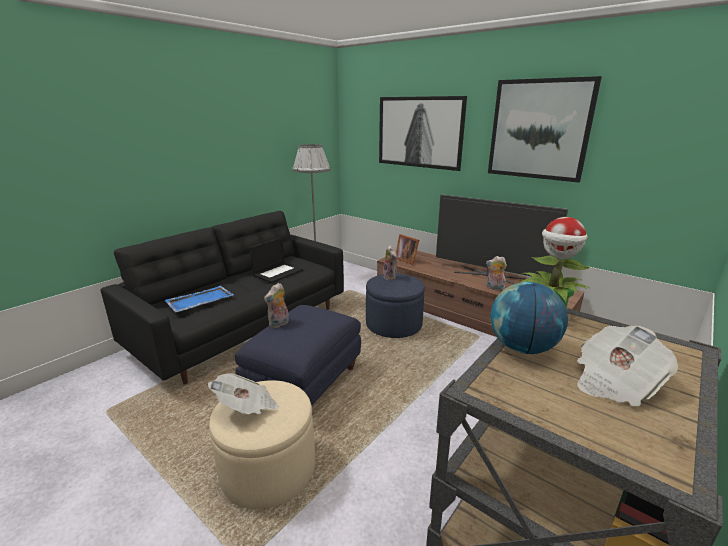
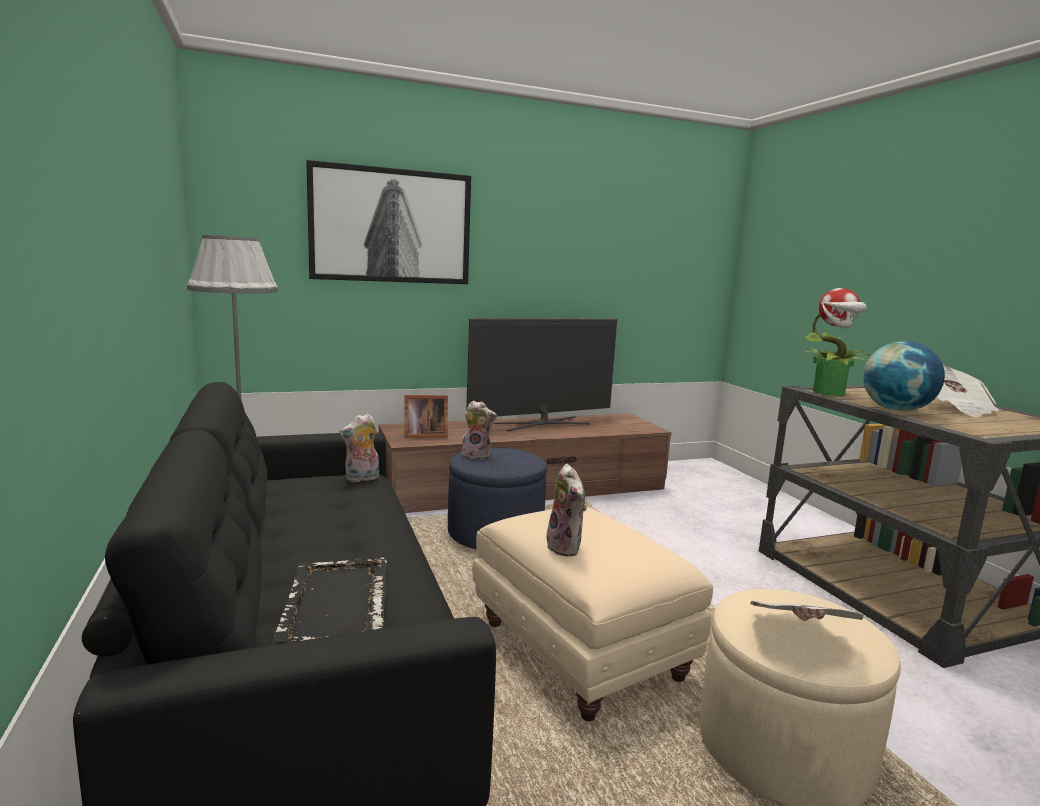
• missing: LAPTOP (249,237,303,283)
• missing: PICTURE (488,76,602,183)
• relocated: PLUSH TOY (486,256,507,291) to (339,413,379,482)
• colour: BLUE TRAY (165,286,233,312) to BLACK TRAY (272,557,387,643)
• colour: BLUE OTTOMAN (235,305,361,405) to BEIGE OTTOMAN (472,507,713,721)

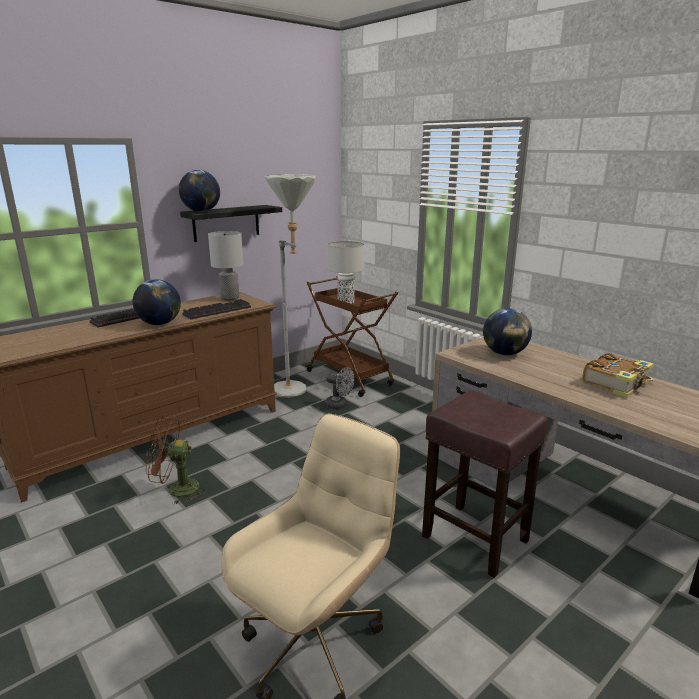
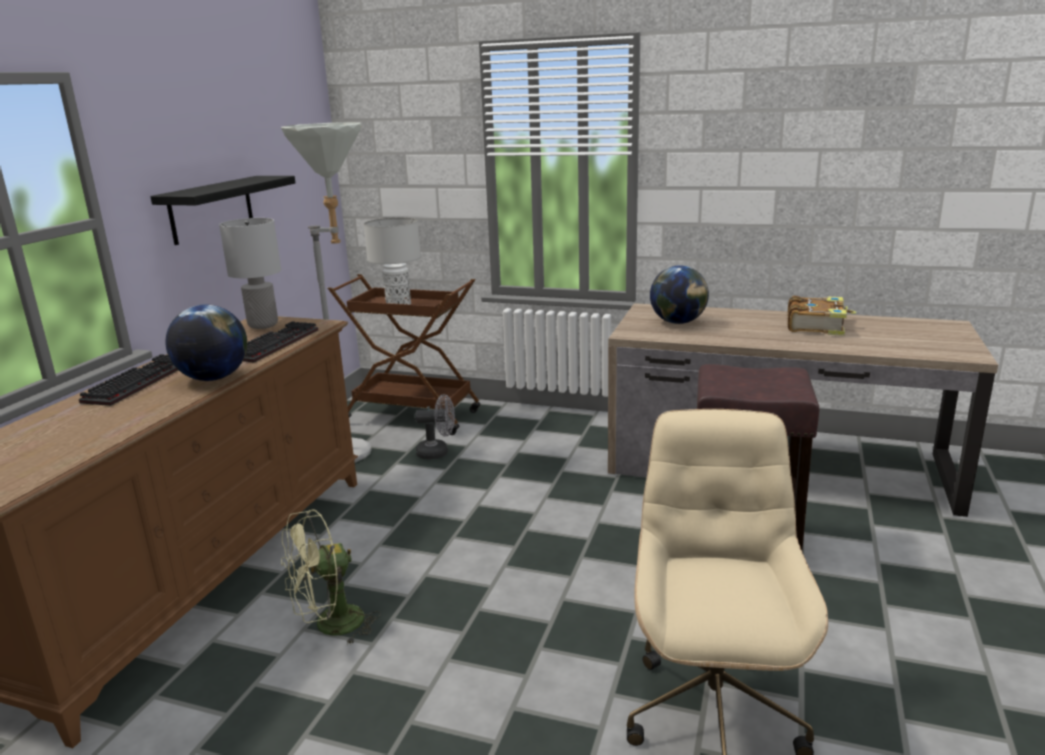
• missing: GLOBE (179,170,220,212)
• colour: BROWN FAN (146,414,207,504) to GREEN FAN (281,509,381,646)

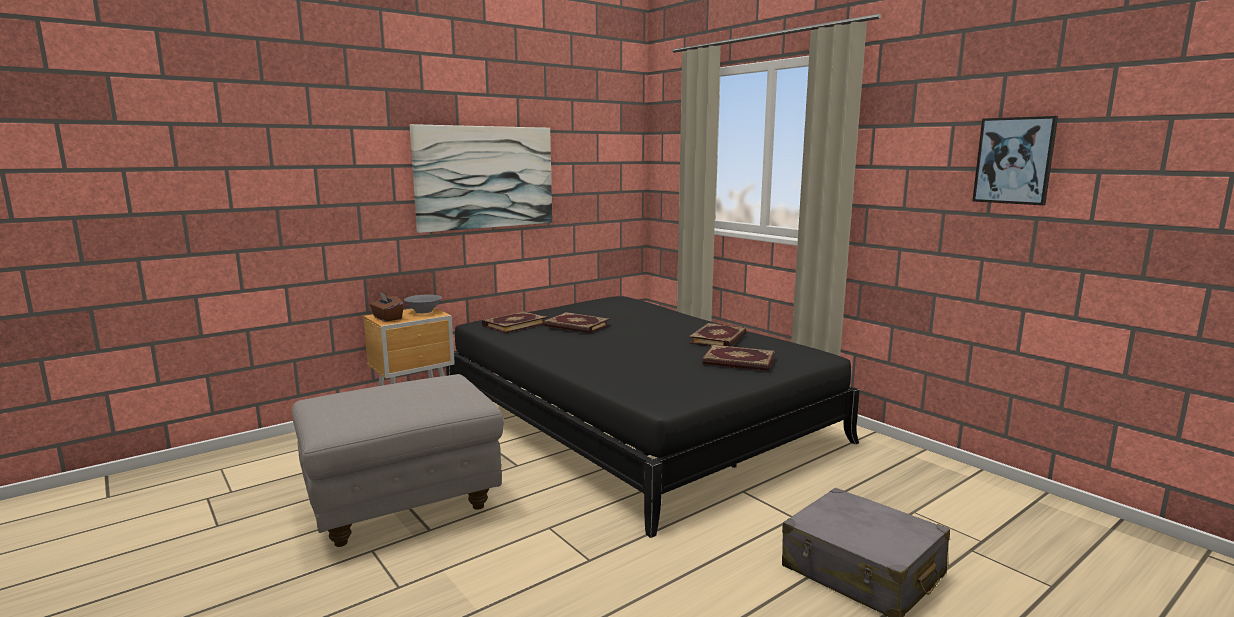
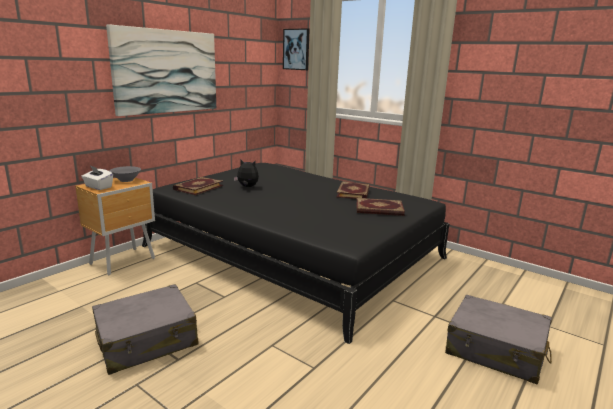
• relocated: PICTURE (972,116,1058,205) to (283,28,310,70)
• exchanged: GREY OTTOMAN (292,374,504,547) to GREY SUITCASE (92,284,198,375)
• exchanged: BOOK (544,312,610,334) to PLUSH TOY (234,160,259,187)
• colour: BROWN TISSUE BOX (370,292,404,322) to WHITE TISSUE BOX (81,166,113,190)

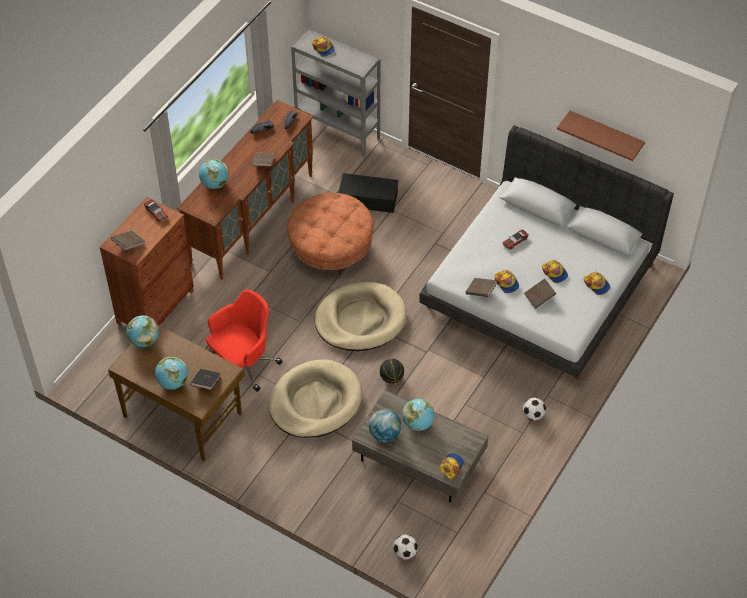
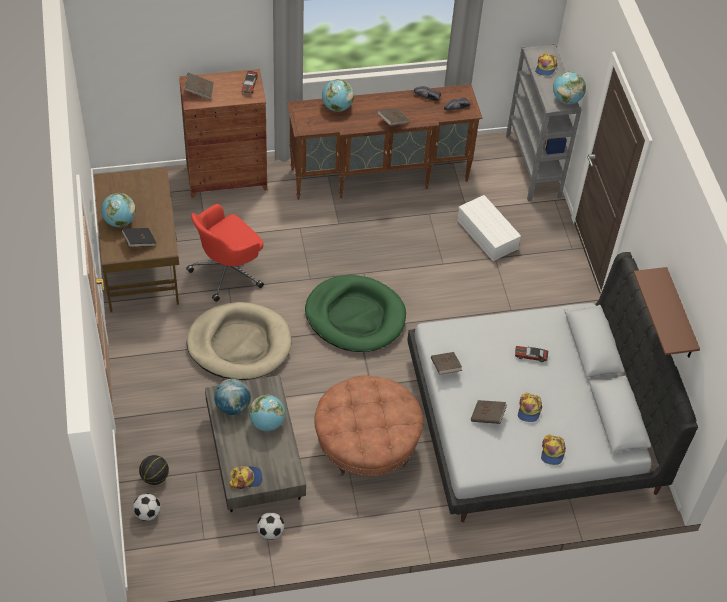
• missing: CAP (494,270,519,293)
• relocated: GLOBE (127,315,159,347) to (553,71,586,104)
• relocated: BROWN OTTOMAN (287,193,374,278) to (314,376,423,476)
• relocated: BASKETBALL (380,359,404,384) to (139,455,169,485)
• relocated: FOOTBALL (523,398,546,421) to (257,512,284,540)
• colour: BEIGE DOG BED (315,282,407,351) to GREEN DOG BED (305,275,406,352)
• colour: BLACK STORAGE BOX (338,173,398,213) to WHITE STORAGE BOX (457,195,521,261)
• spun: RED OFFICE CHAIR (206,290,283,392) = (186,204,264,302) 135 degrees clockwise

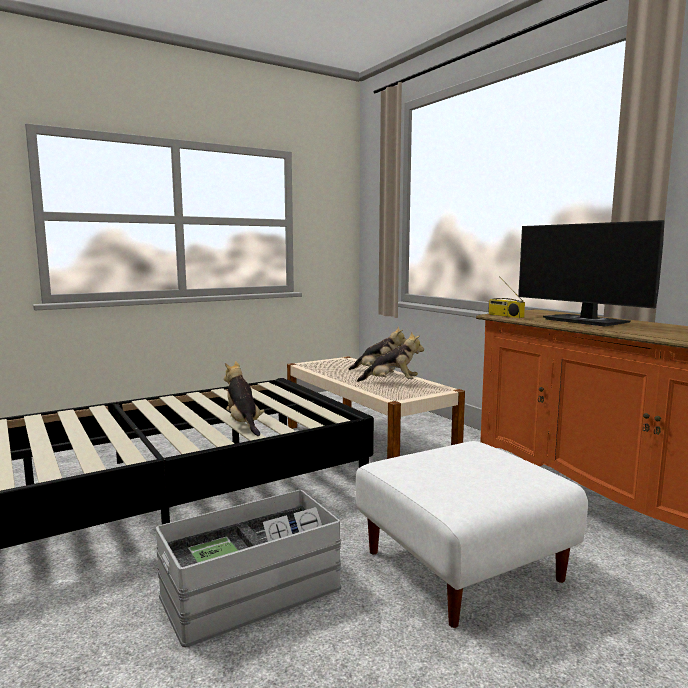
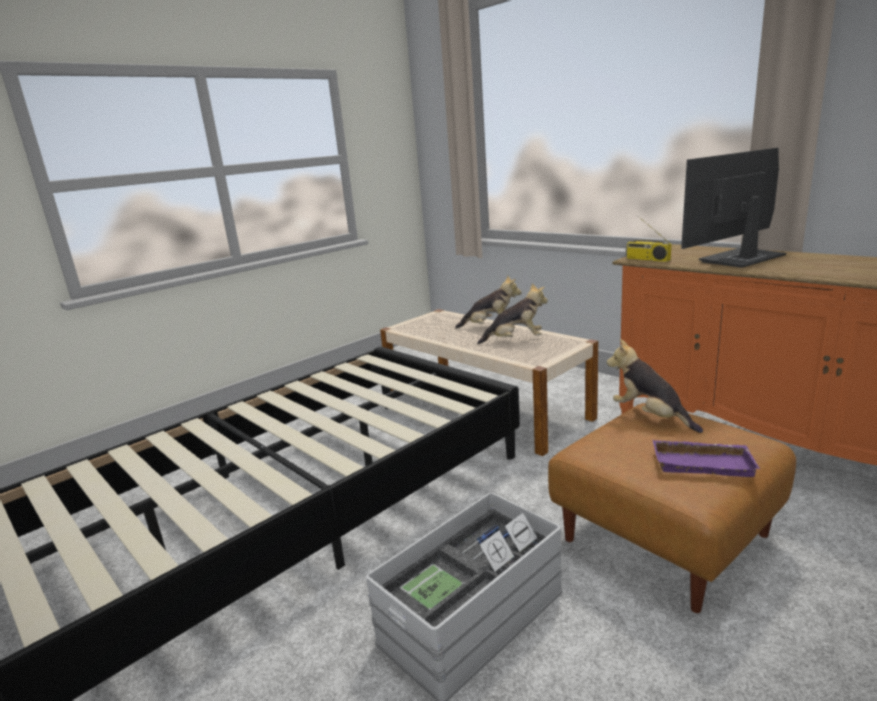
• appeared: PURPLE TRAY (653,440,760,477)
• relocated: PLUSH TOY (224,361,264,436) to (607,339,703,433)
• colour: WHITE OTTOMAN (356,441,588,628) to BROWN OTTOMAN (548,403,796,613)
• spun: MONITOR (518,220,665,326) = (681,148,786,268) 105 degrees clockwise

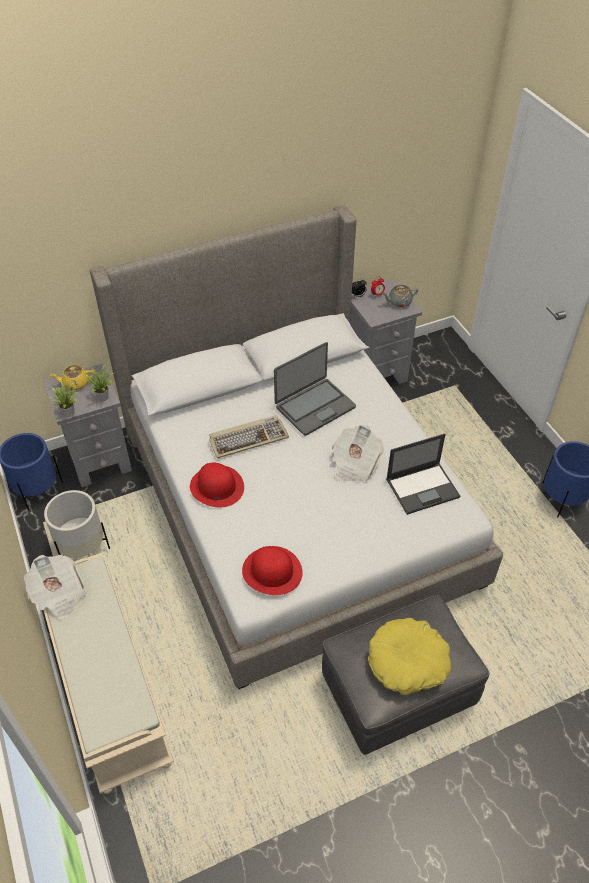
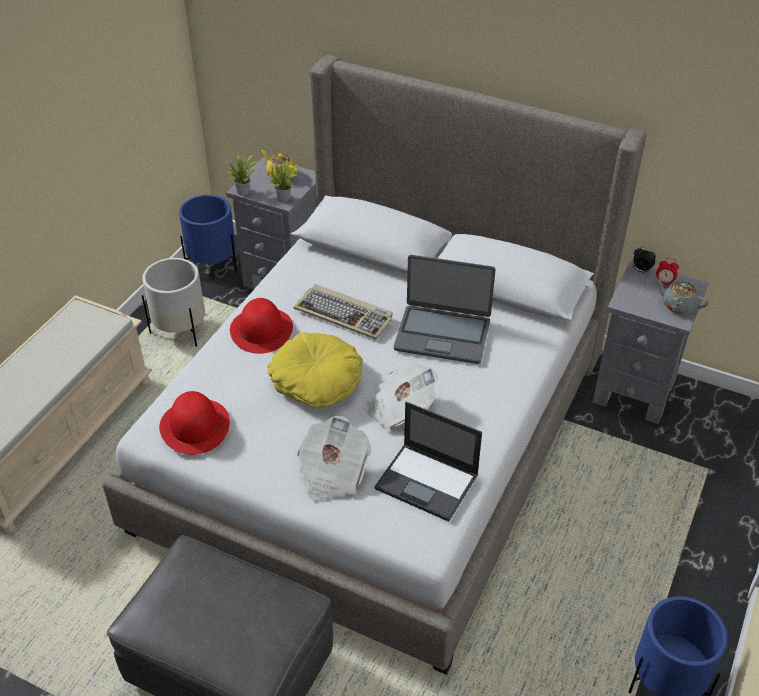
• relocated: NEWSPAPER (24,555,86,620) to (298,416,371,501)
• relocated: YELLOW PILLOW (368,618,451,695) to (267,332,363,408)

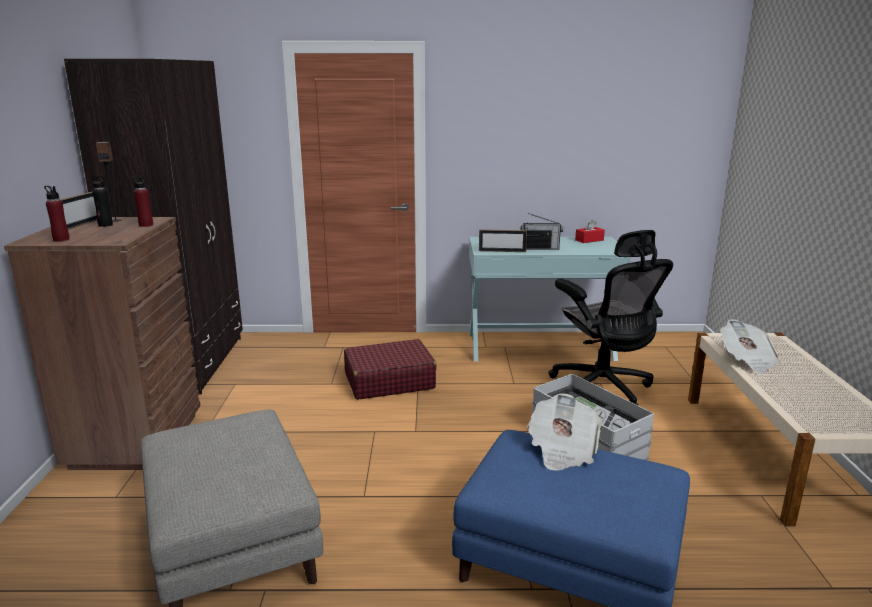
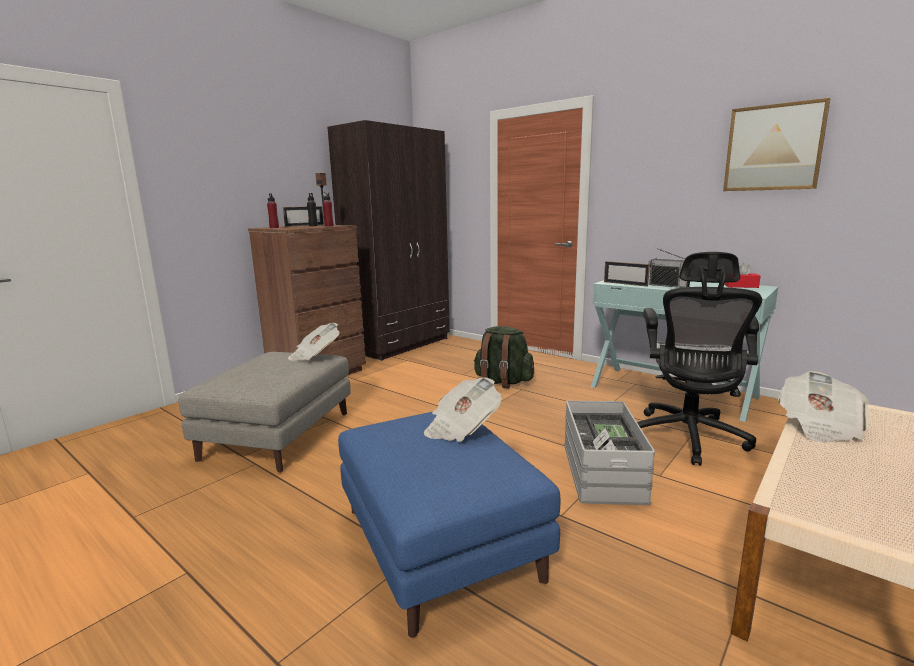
• appeared: NEWSPAPER (288,323,339,361)
• appeared: PICTURE (723,98,831,191)
• exchanged: RED SUITCASE (344,339,437,400) to GREEN BACKPACK (474,326,534,389)

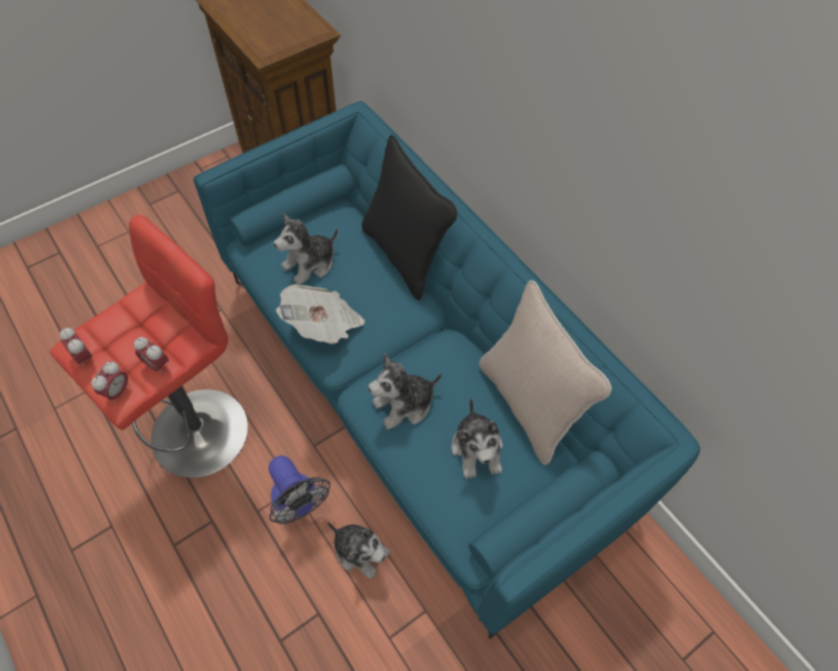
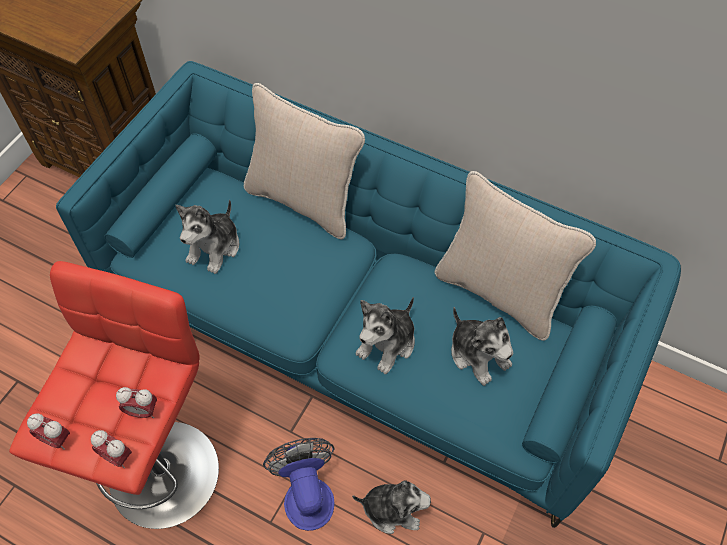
• missing: NEWSPAPER (276,284,365,345)
• colour: BLACK PILLOW (362,135,457,300) to BEIGE PILLOW (244,83,365,239)
• spun: ALARM CLOCK (92,362,129,403) = (91,430,132,468) 120 degrees clockwise
• spun: FAN (269,456,330,524) = (263,438,335,531) 135 degrees counterclockwise

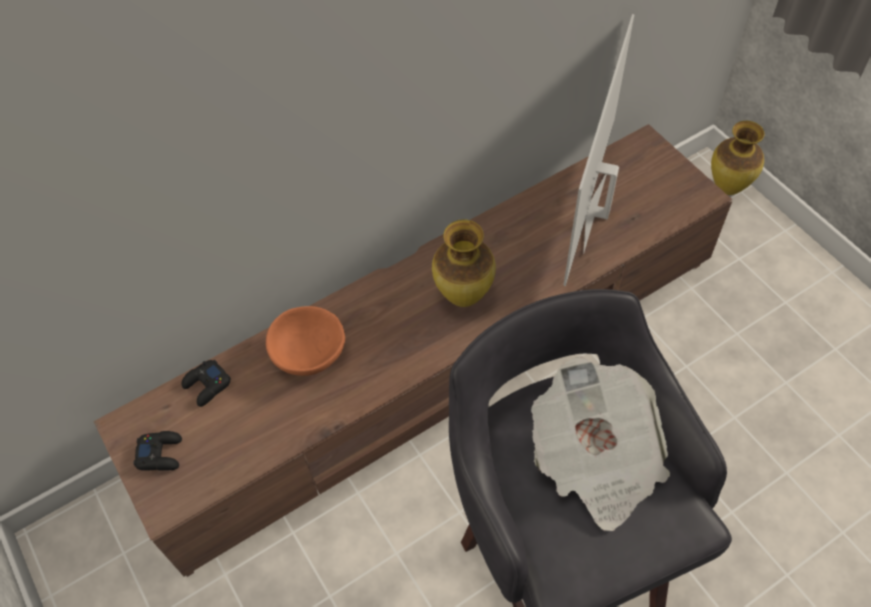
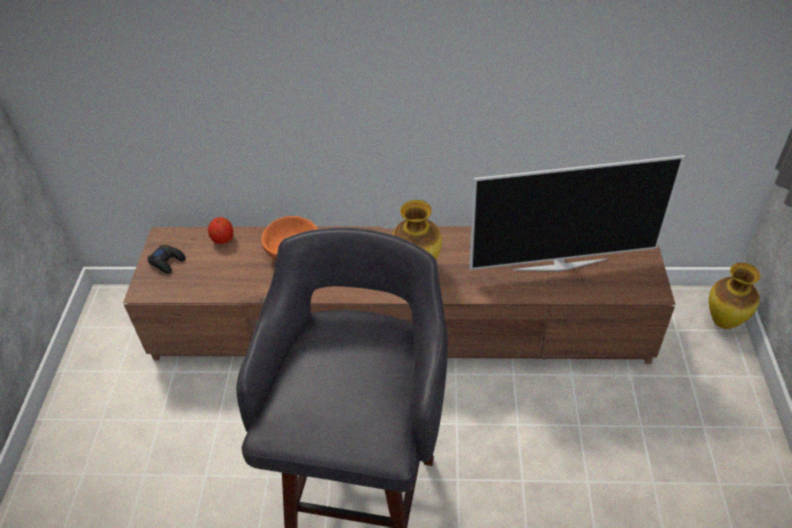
• missing: NEWSPAPER (531,356,670,531)
• exchanged: BLACK GAME CONTROLLER (181,359,231,407) to APPLE (208,217,233,244)
• spun: TELEVISION (563,14,635,286) = (469,155,685,271) 150 degrees counterclockwise

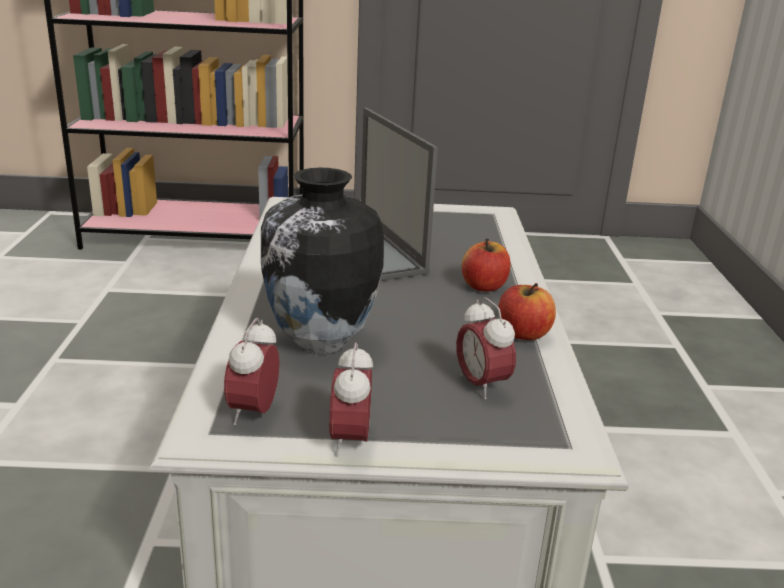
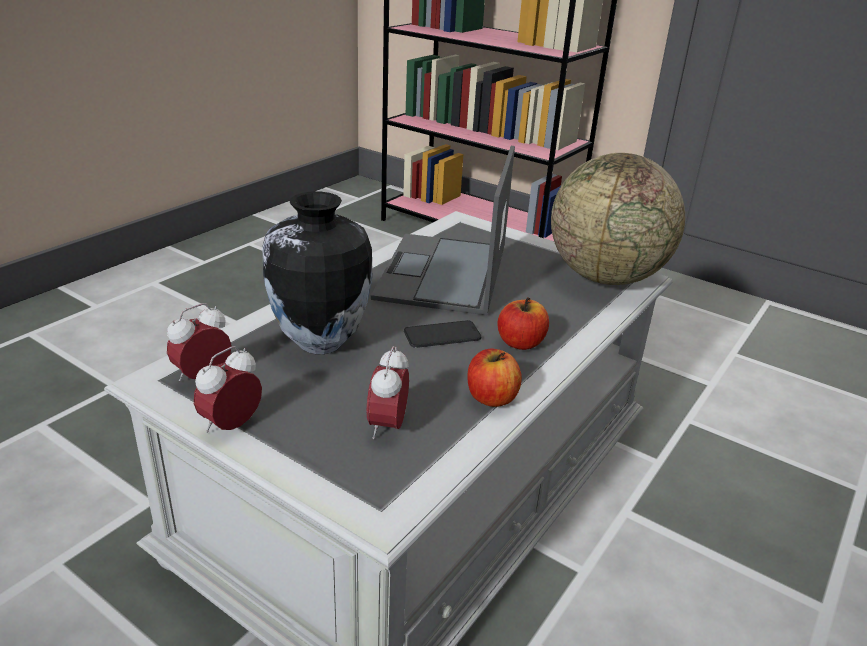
• appeared: PHONE (404,320,481,348)
• appeared: GLOBE (551,153,685,285)

